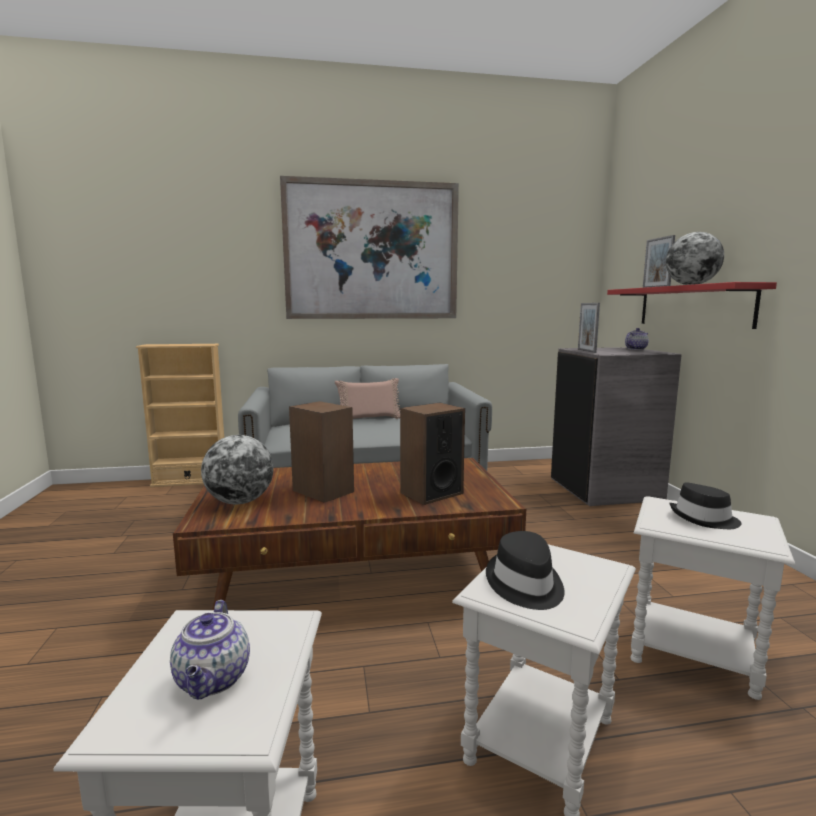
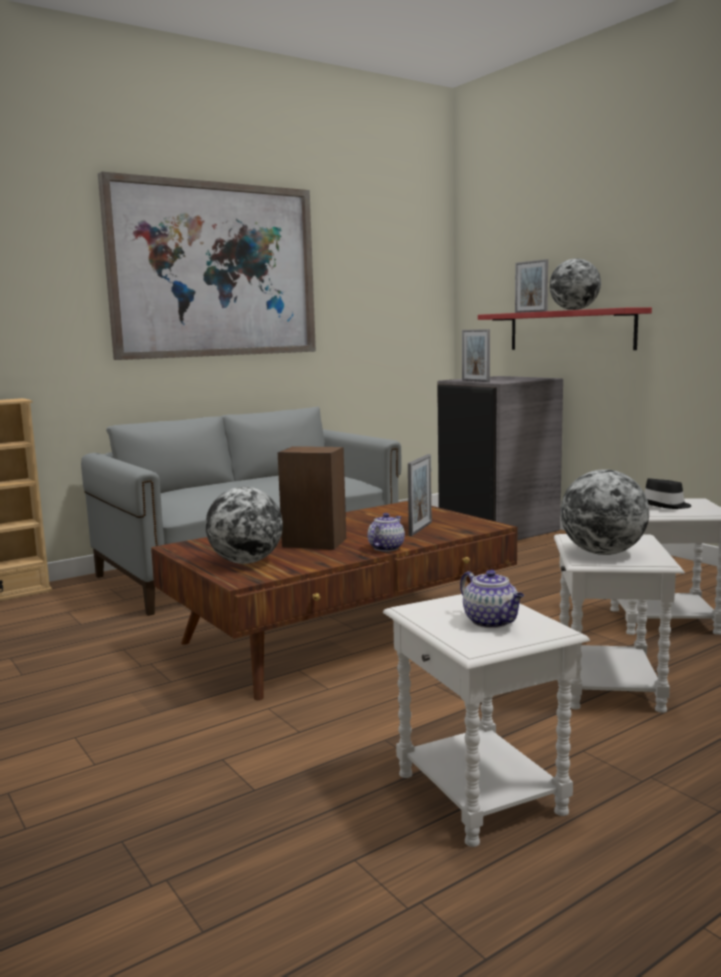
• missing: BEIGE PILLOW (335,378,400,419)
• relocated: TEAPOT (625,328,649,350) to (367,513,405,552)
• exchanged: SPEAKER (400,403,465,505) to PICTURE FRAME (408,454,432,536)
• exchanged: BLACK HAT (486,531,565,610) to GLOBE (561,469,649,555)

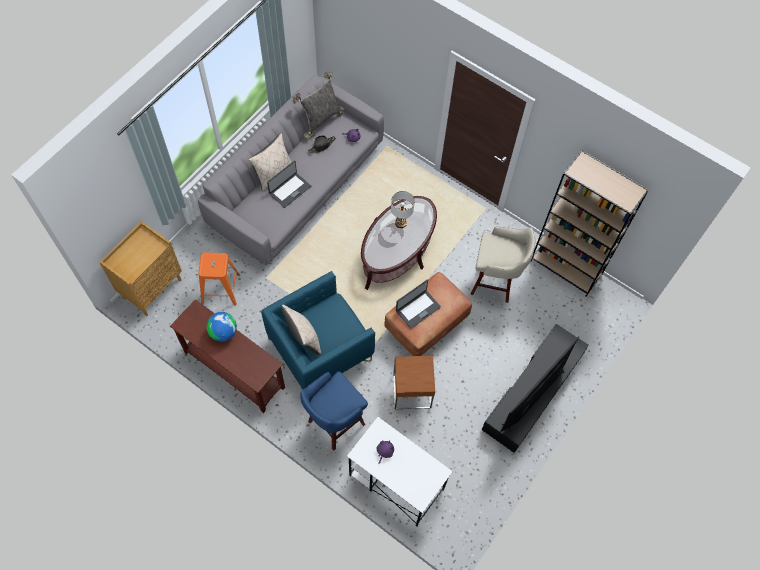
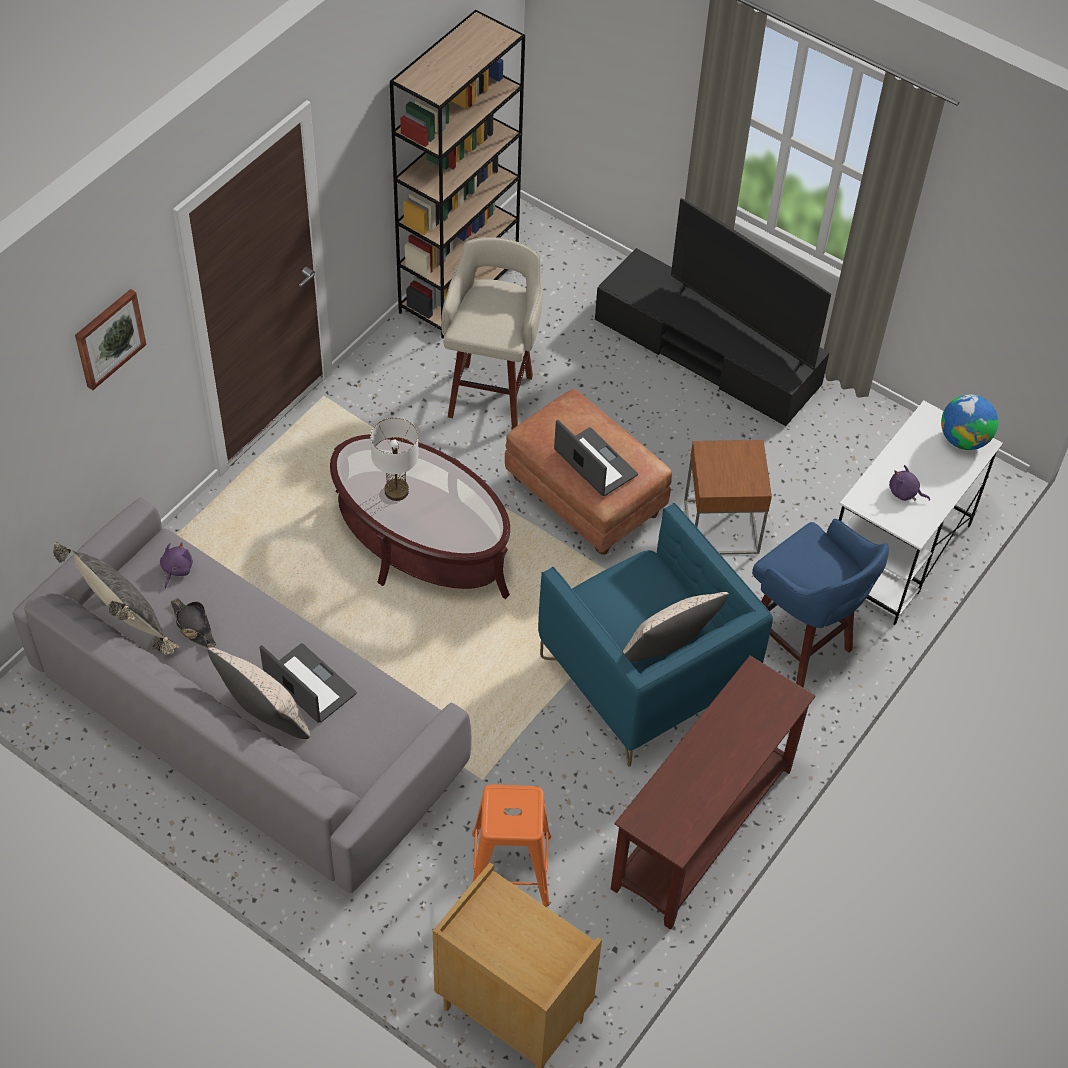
• appeared: PICTURE (75,289,146,390)
• relocated: GLOBE (206,312,237,342) to (941,394,998,450)

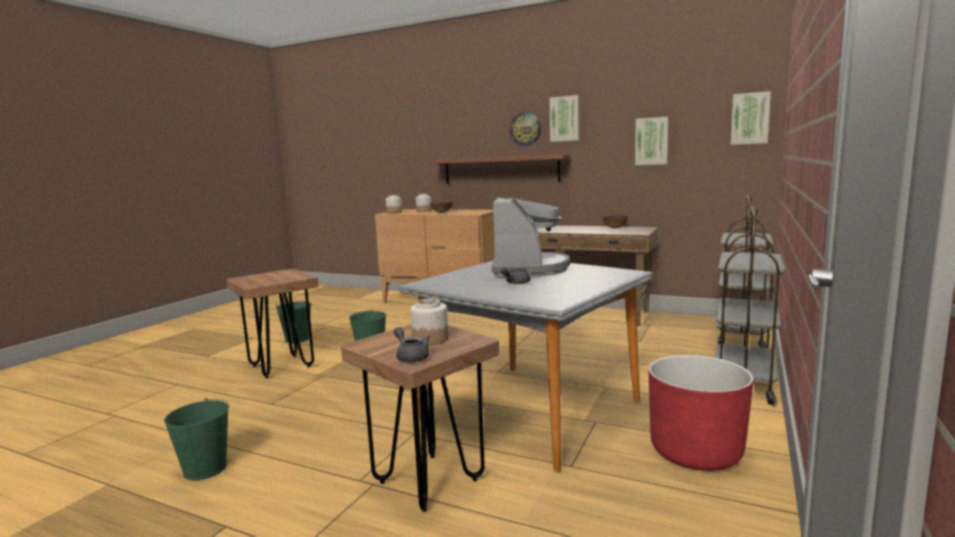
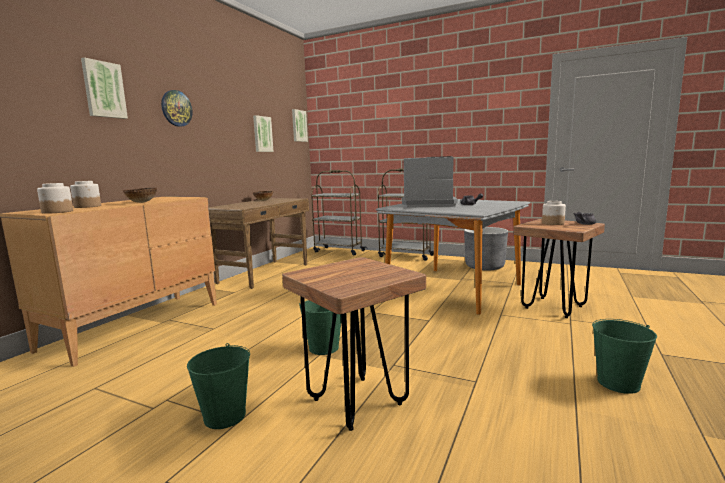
• missing: BROWN SHELF (428,155,570,184)
• relocated: PICTURE (550,95,579,142) to (81,57,128,119)
• colour: RED PLANTER (649,355,754,471) to GREY PLANTER (464,227,508,270)

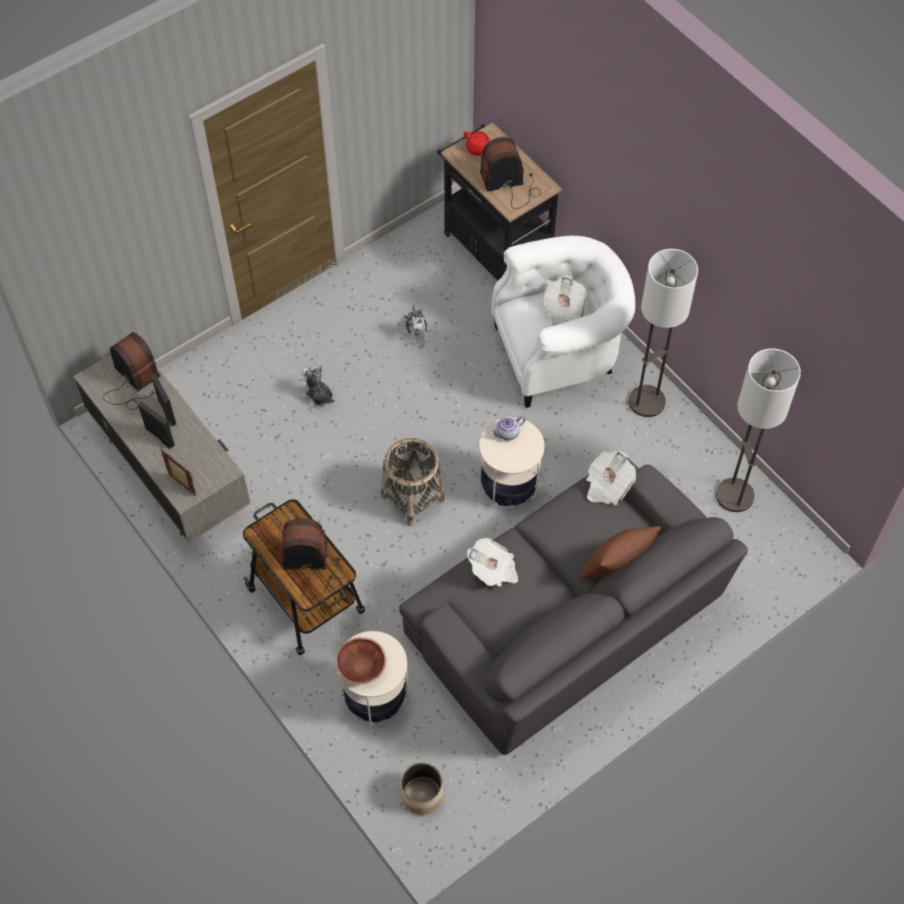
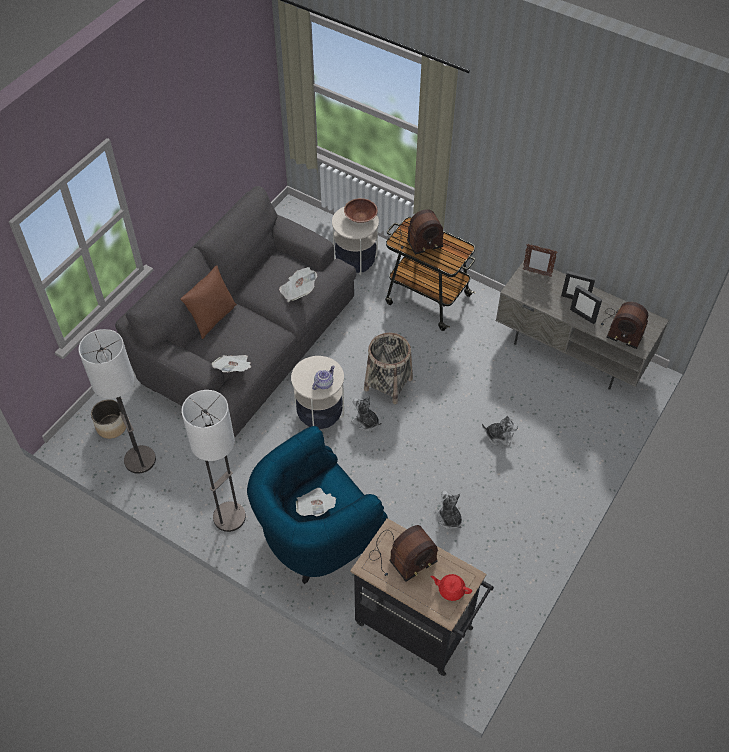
• appeared: PLUSH TOY (351,395,382,431)
• relocated: PLANTER (400,763,443,815) to (91,399,126,439)
• colour: WHITE ARMCHAIR (491,236,635,408) to BLUE ARMCHAIR (247,426,388,584)

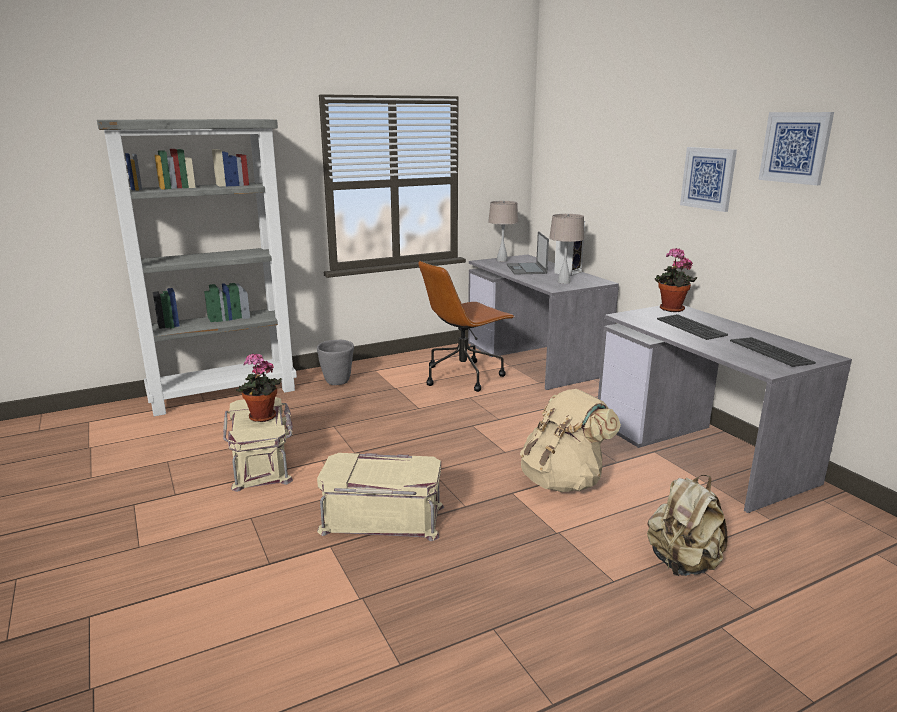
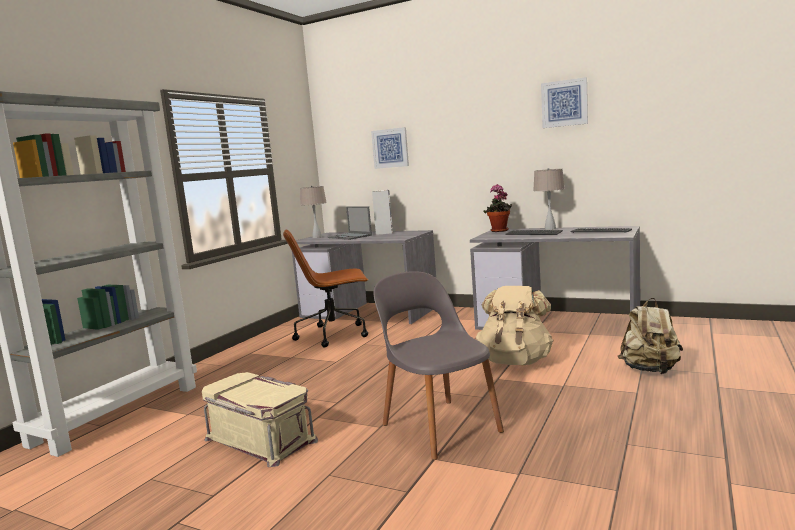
• missing: POTTED PLANT (236,353,282,422)
• missing: GREY PLANTER (317,340,354,385)
• relocated: BEIGE TABLE LAMP (549,214,584,284) to (533,168,565,230)
• relocated: PICTURE (680,147,737,212) to (371,127,409,169)
• exchanged: BEIGE STORAGE BOX (317,453,444,541) to GREY CHAIR (374,271,504,460)
• spun: BROWN OFFICE CHAIR (418,261,515,392) = (283,229,368,347) 60 degrees clockwise

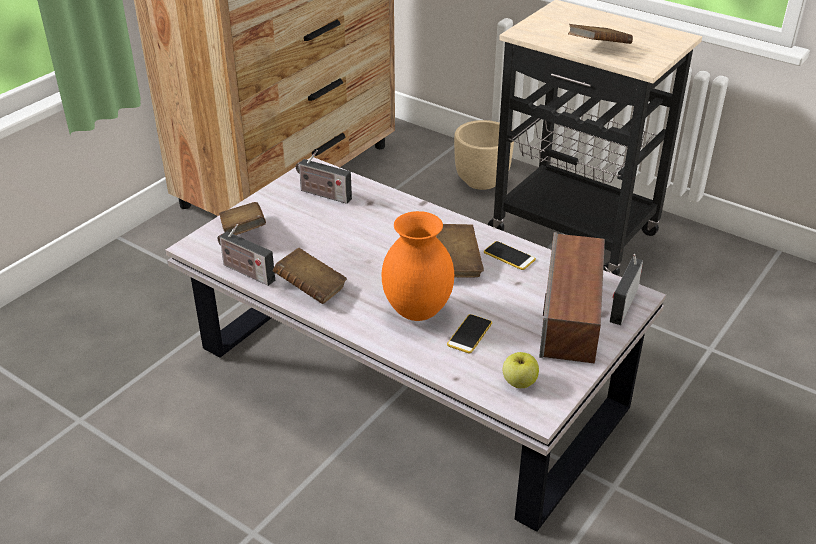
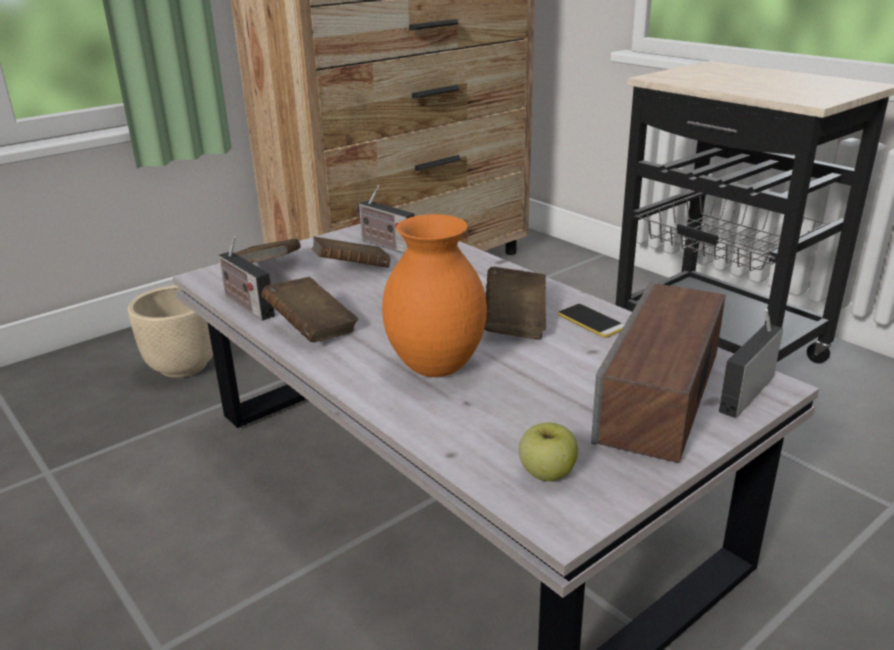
• missing: PHONE (447,314,492,353)
• relocated: BEIGE PLANTER (454,120,514,190) to (128,285,213,378)
• relocated: BROWN BOOK (568,24,633,44) to (311,237,391,268)

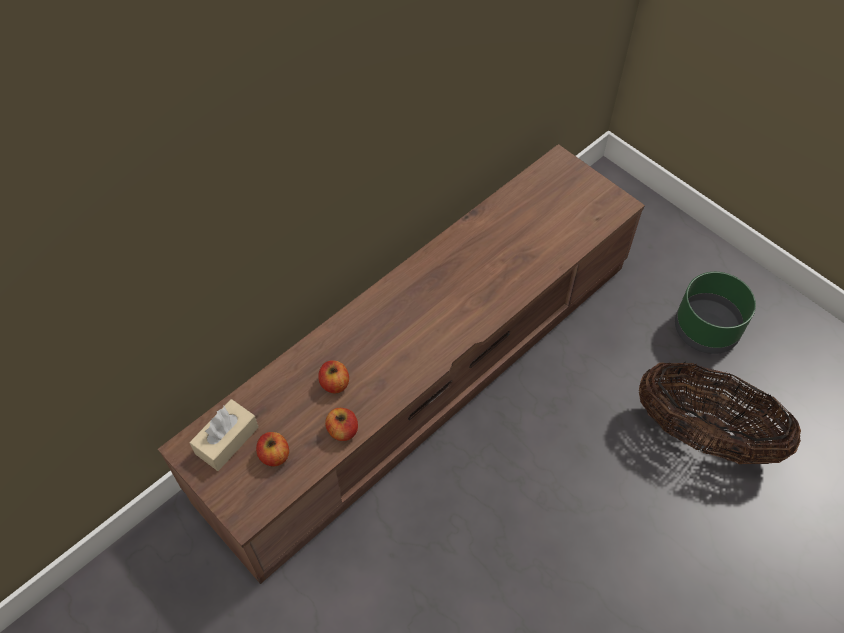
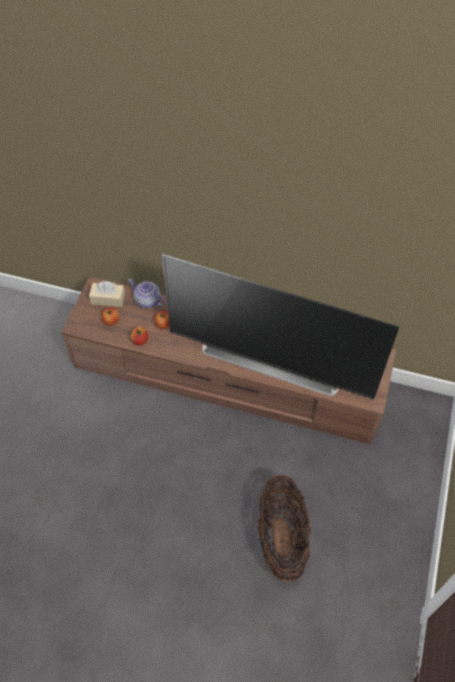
• missing: GREEN PLANTER (675,272,756,354)
• appeared: TEAPOT (128,279,165,308)
• appeared: TELEVISION (162,254,399,400)

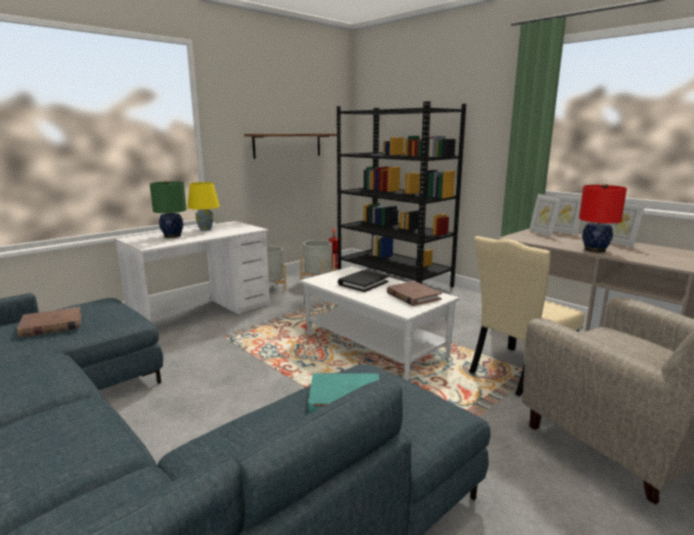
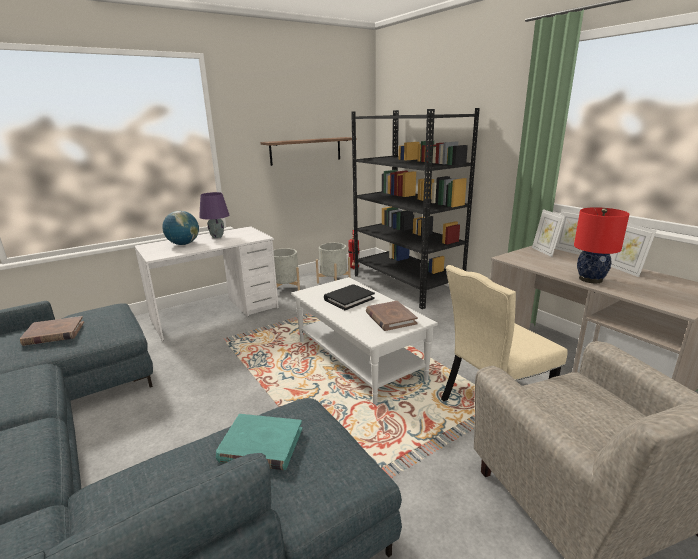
• exchanged: GREEN TABLE LAMP (150,180,187,238) to GLOBE (162,211,199,245)
• colour: YELLOW TABLE LAMP (187,182,220,231) to PURPLE TABLE LAMP (199,192,229,238)

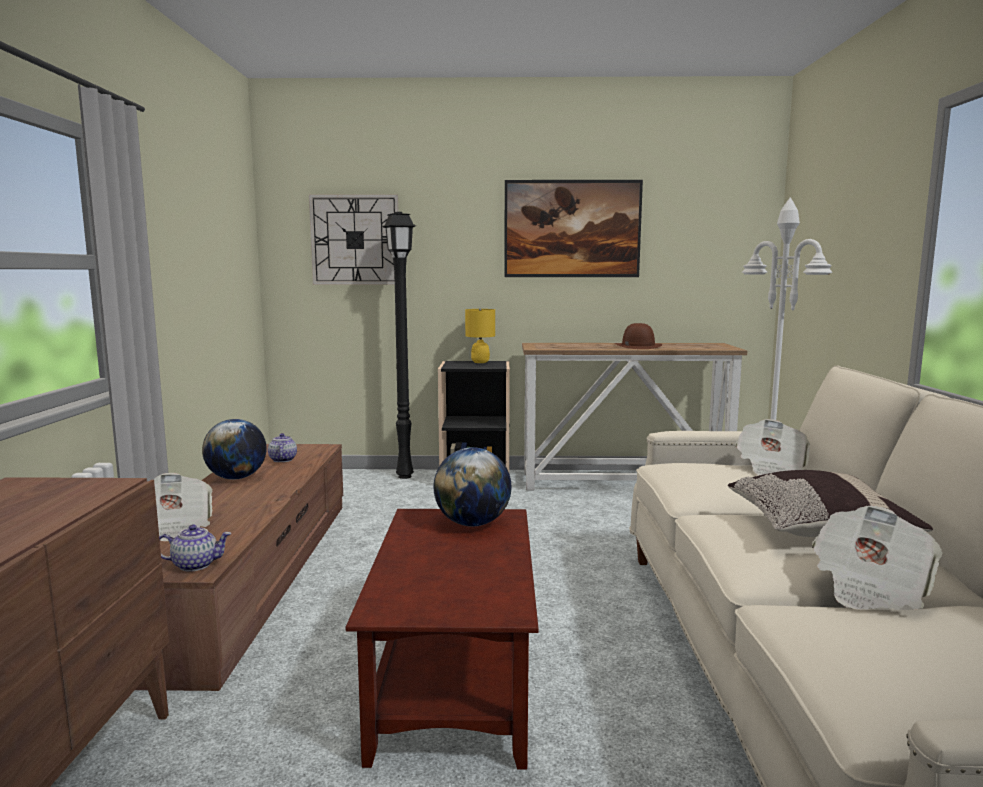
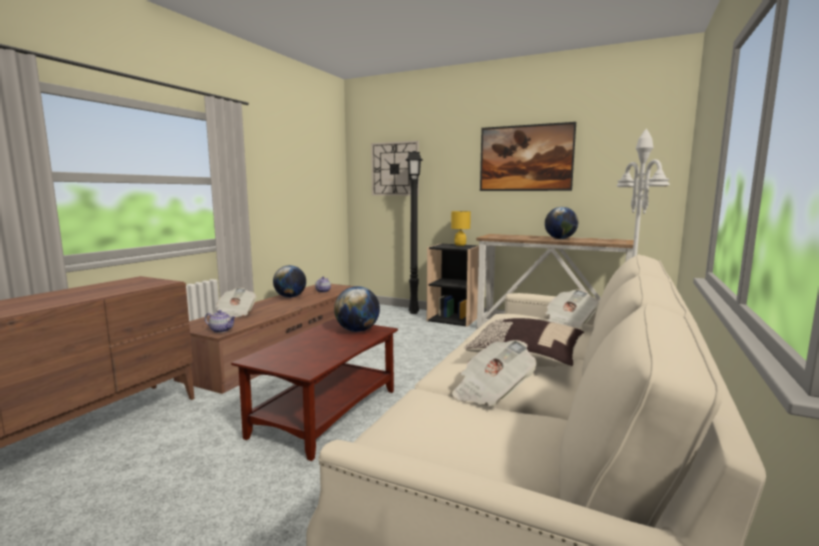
• exchanged: BROWN HAT (615,323,662,349) to GLOBE (545,207,578,239)

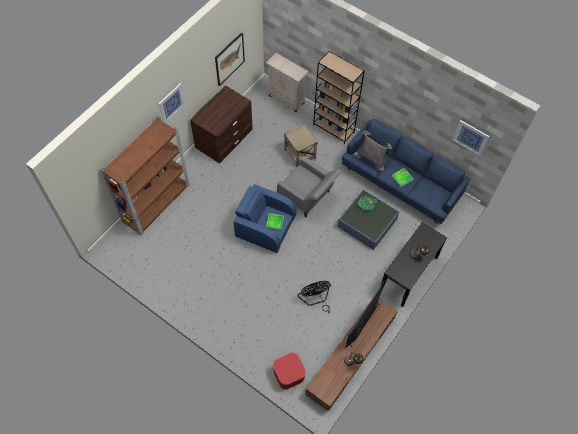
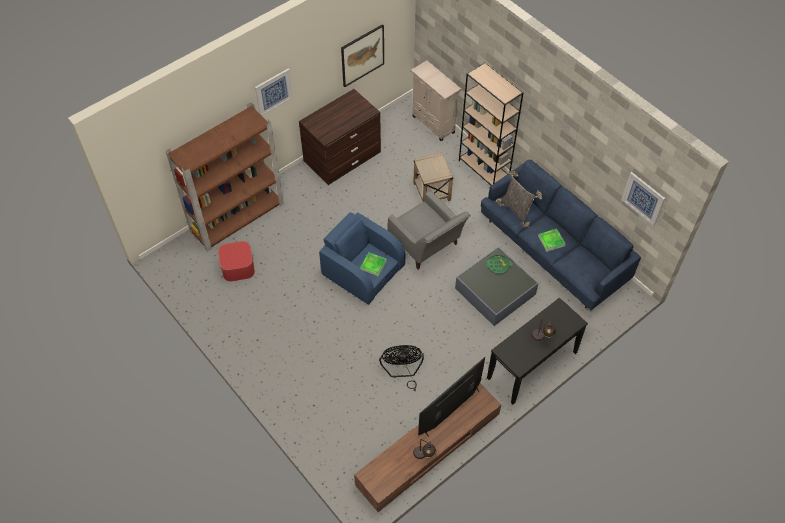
• relocated: OTTOMAN (273,353,306,389) to (218,241,255,282)

